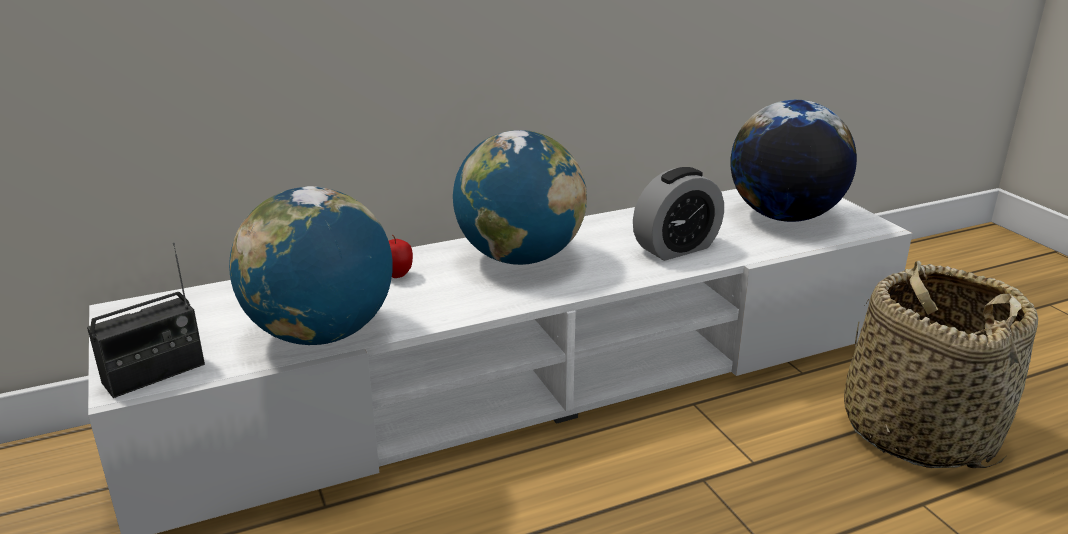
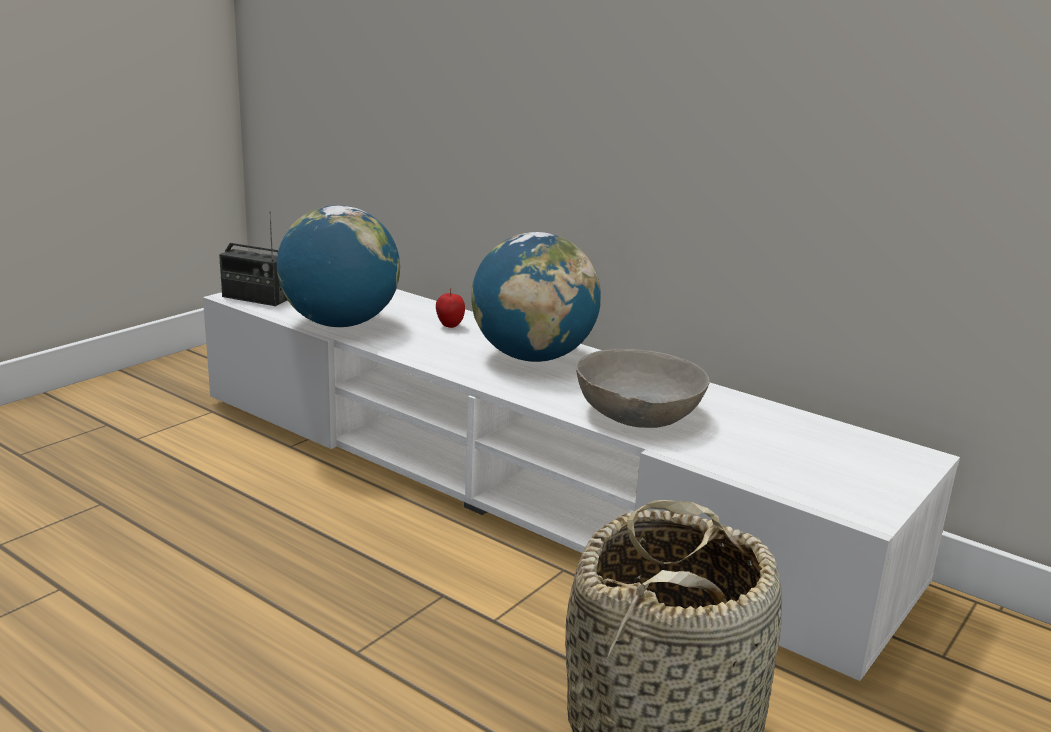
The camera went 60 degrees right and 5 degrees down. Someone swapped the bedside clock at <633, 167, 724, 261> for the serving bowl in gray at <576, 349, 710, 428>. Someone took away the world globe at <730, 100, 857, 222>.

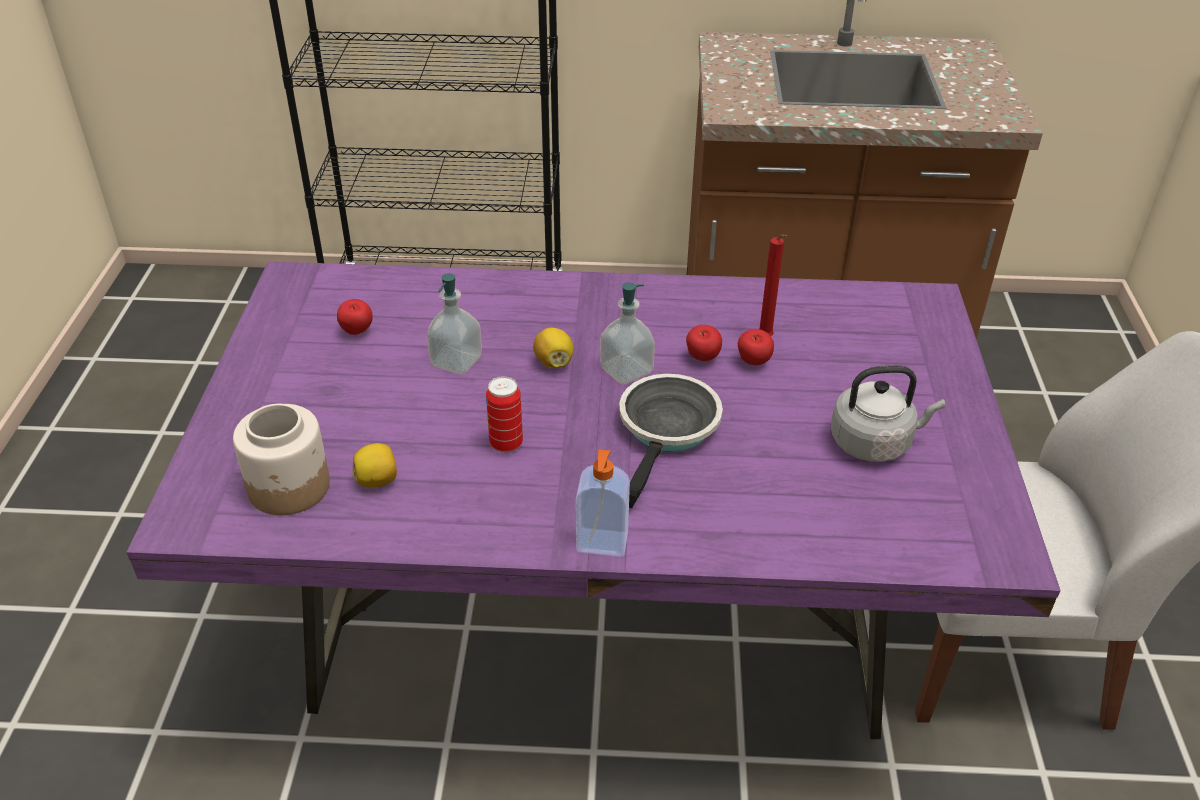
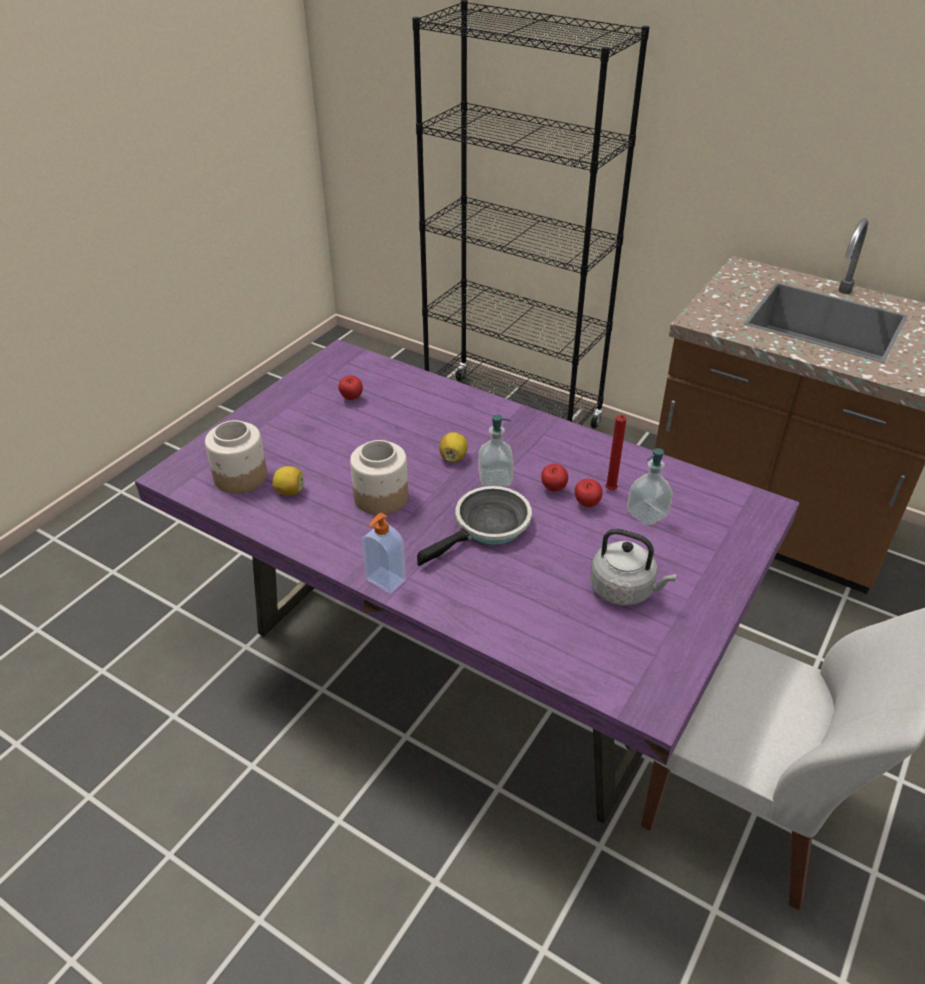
The camera went 30 degrees right and 0 degrees up. Someone carried the soap bottle from <427, 273, 482, 375> to <627, 448, 673, 525>. Someone swapped the metal can at <486, 376, 523, 453> for the jar at <350, 440, 408, 515>.

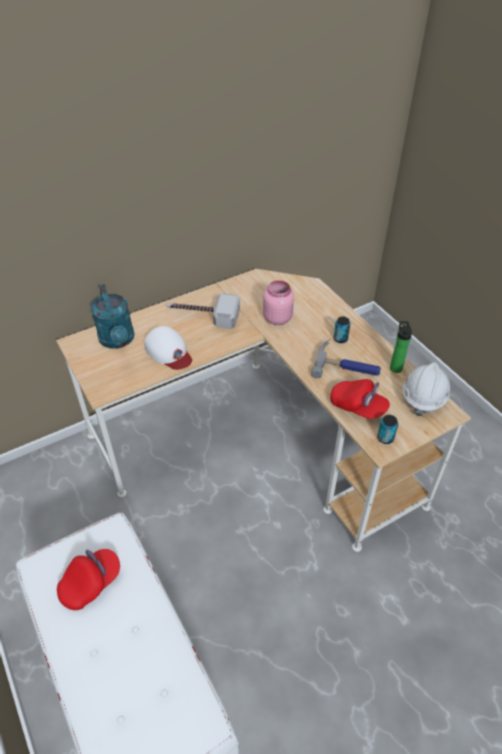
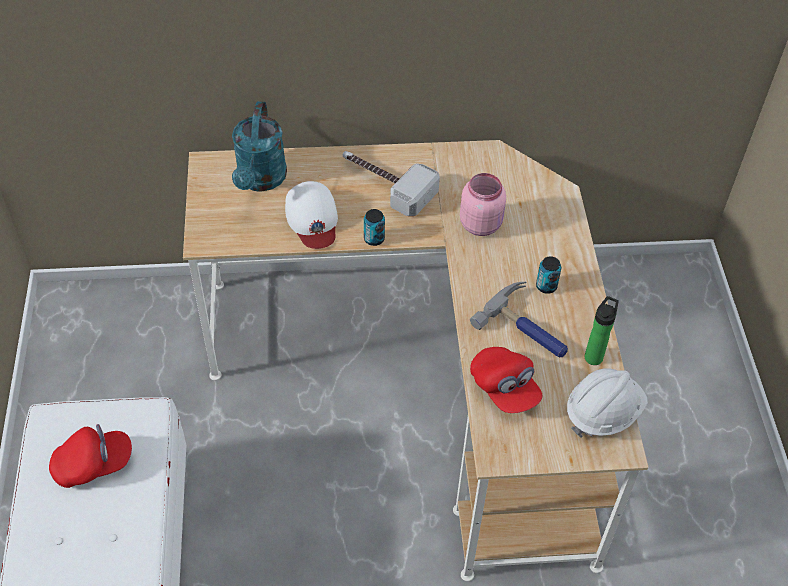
The camera went 25 degrees right and 5 degrees up. Someone carried the metal can from <377, 415, 398, 444> to <364, 209, 385, 246>.

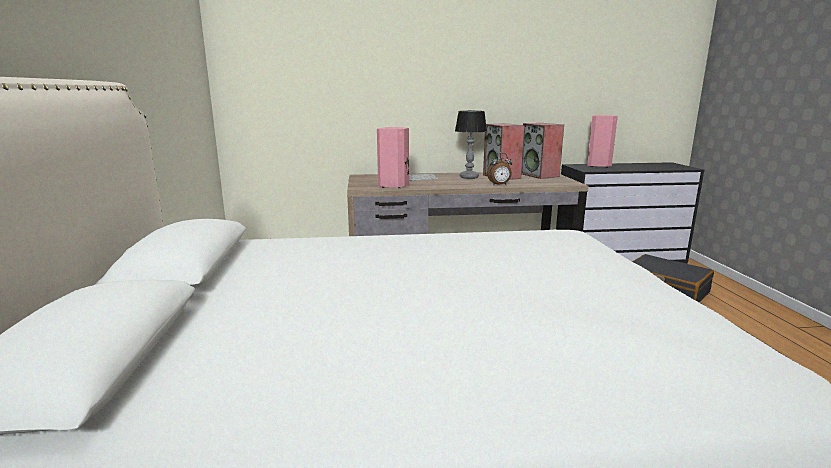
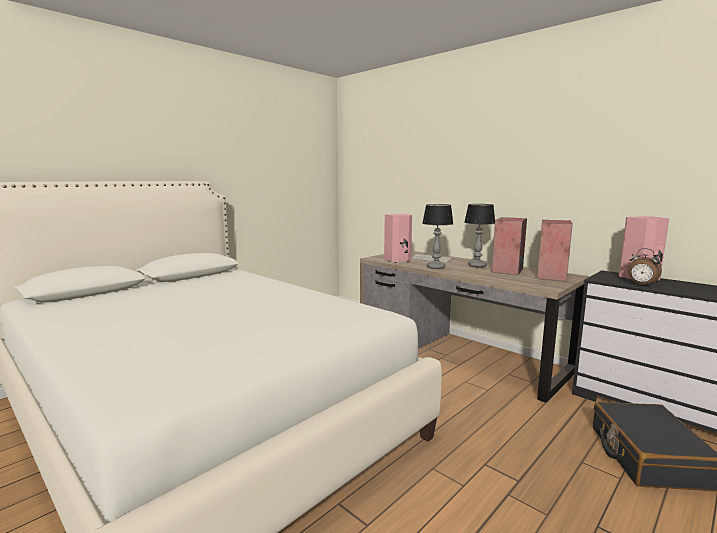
The camera went 50 degrees right and 5 degrees down. Someone carried the bedside clock from <487, 153, 512, 185> to <628, 248, 662, 287>. Someone put down the table lamp at <422, 204, 453, 269>.

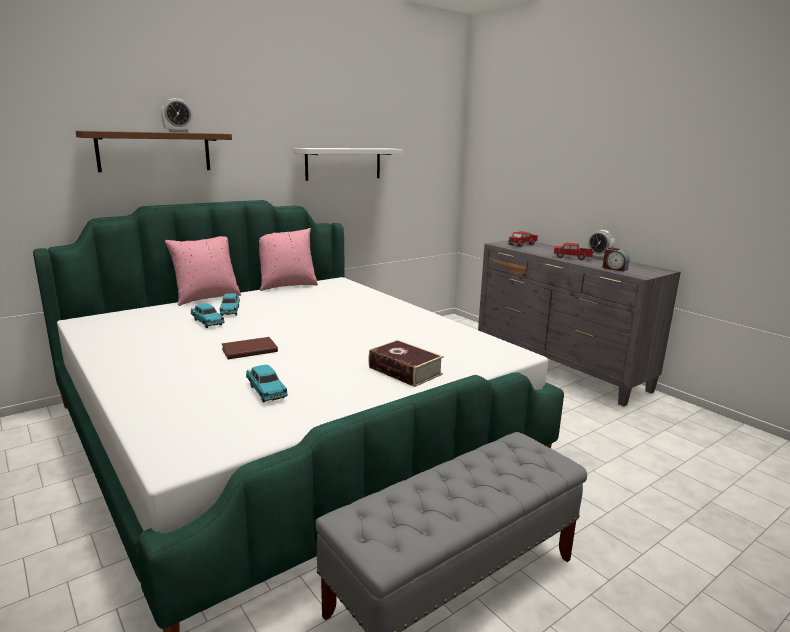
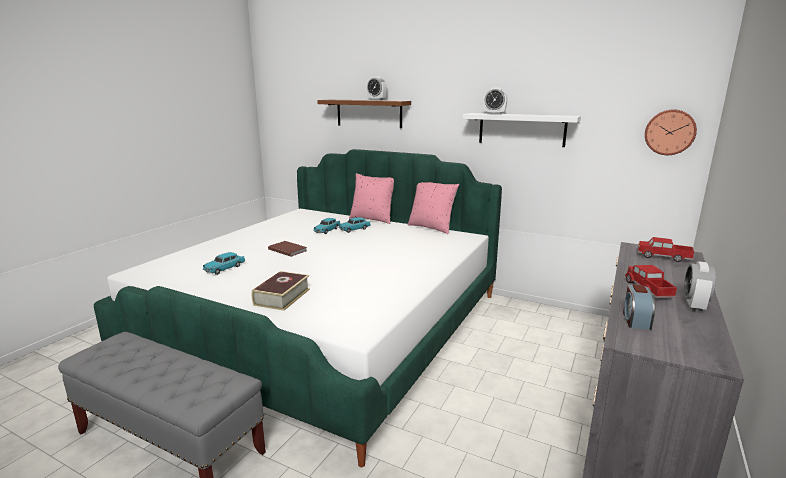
The camera went 65 degrees right and 0 degrees up. Someone put down the bedside clock at <483, 87, 507, 115>. Someone put up the clock on the wall at <645, 109, 697, 155>.

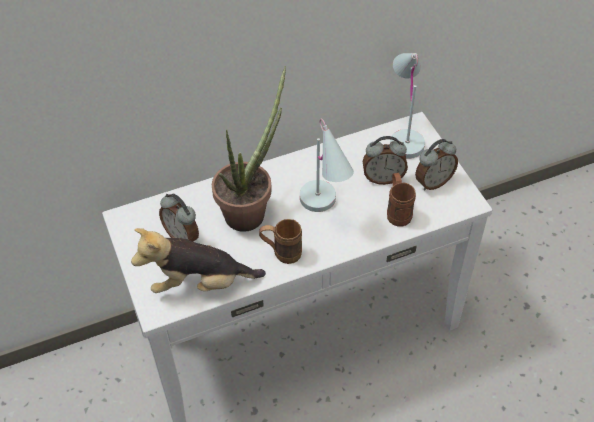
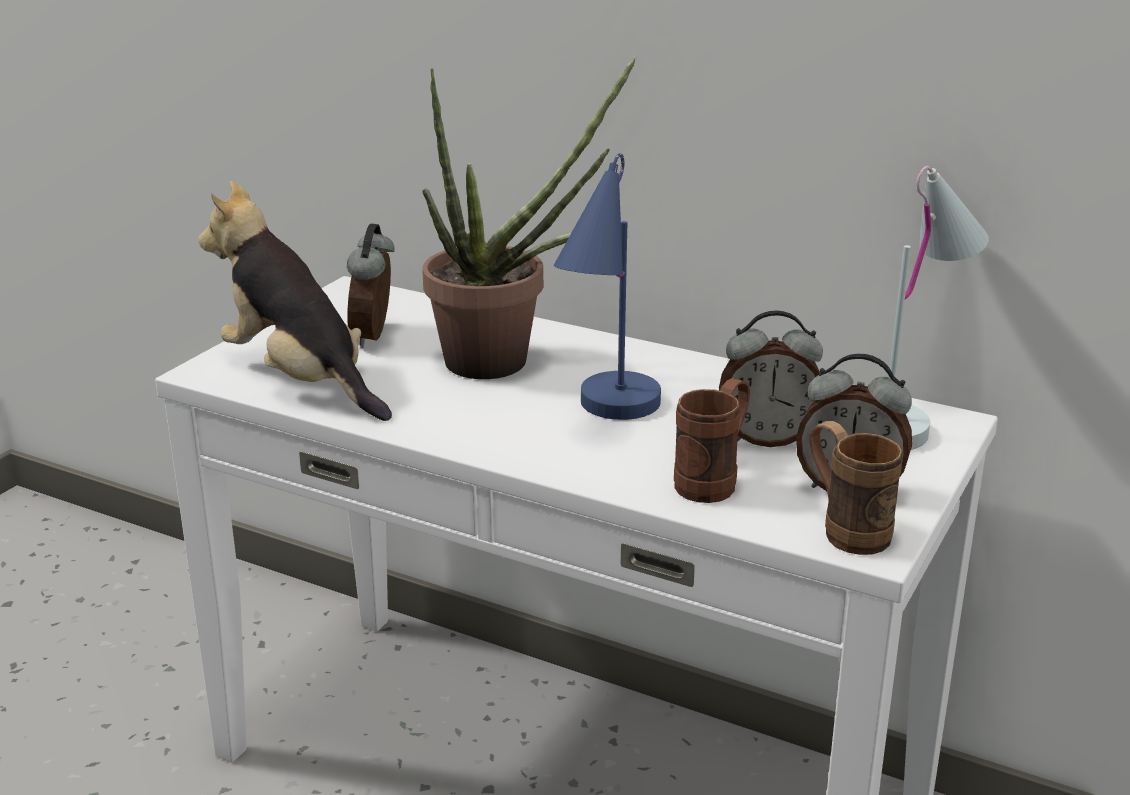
The camera went 50 degrees right and 25 degrees down. Someone carried the coffee mug in brownish from <259, 219, 302, 264> to <809, 421, 903, 555>. Someone repainted the table lamp in white at <300, 118, 354, 212>, which became the table lamp in blue at <554, 153, 661, 420>. Someone rotated the bedside clock at <362, 136, 408, 185> by 45 degrees counterclockwise.

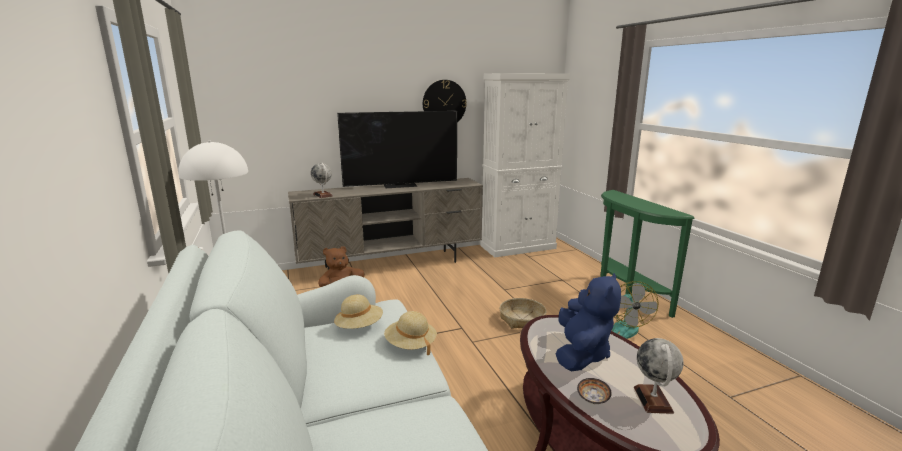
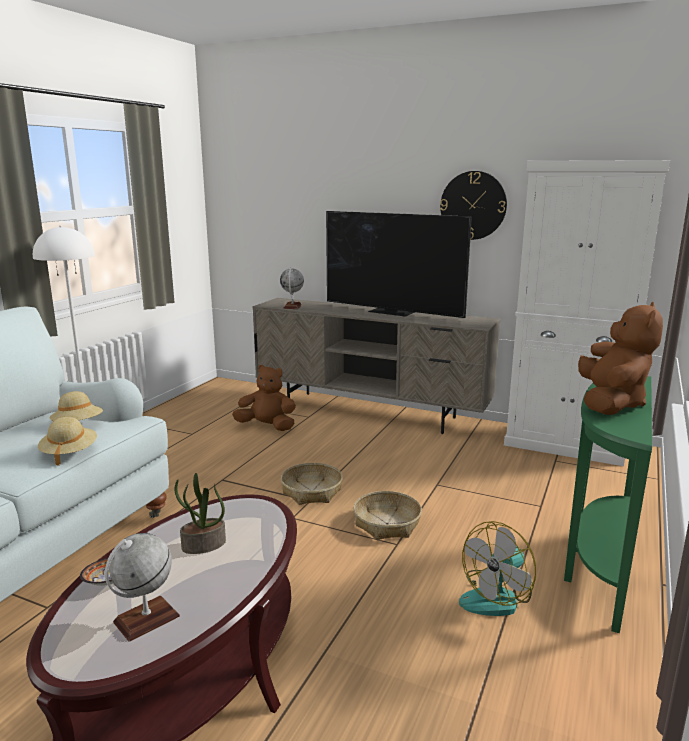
The camera went 45 degrees right and 0 degrees up. Someone swapped the soft toy in blue at <556, 273, 621, 371> for the plant in a pot at <175, 473, 226, 554>. Someone put down the storage basket at <281, 463, 343, 505>. Someone put down the soft toy in brownish at <578, 302, 663, 415>.

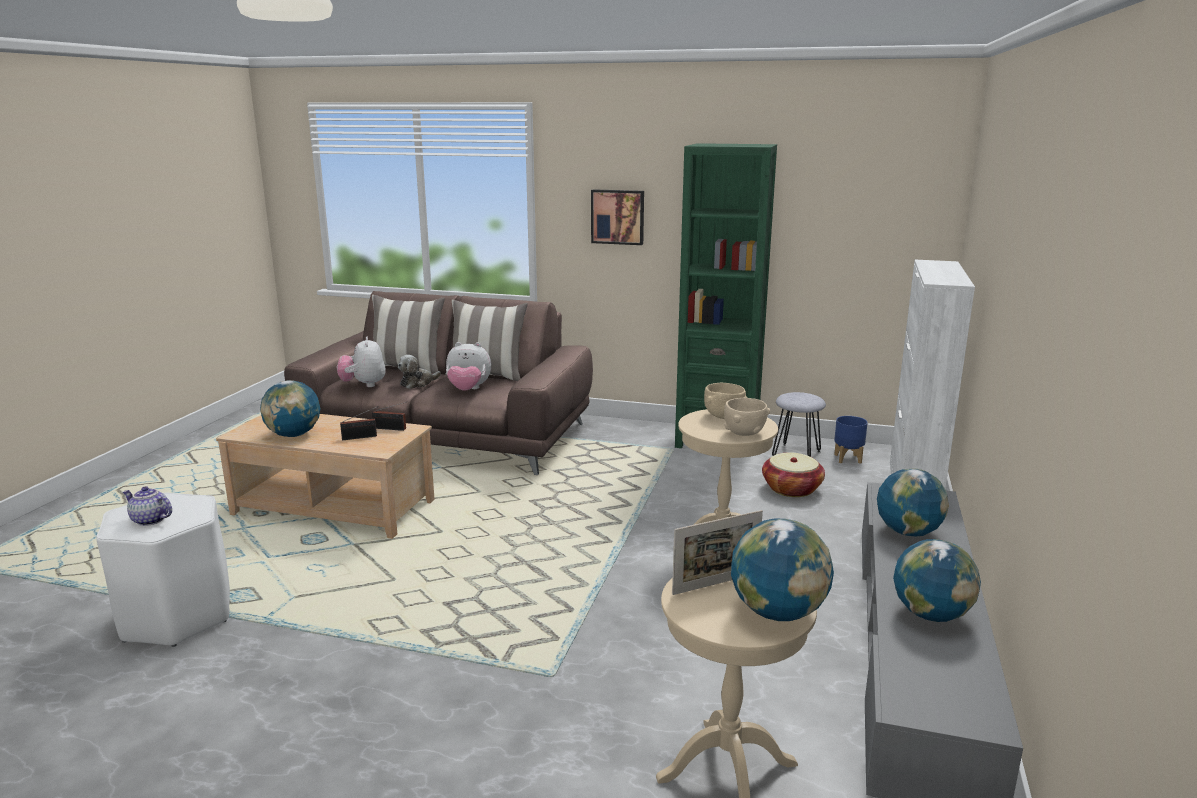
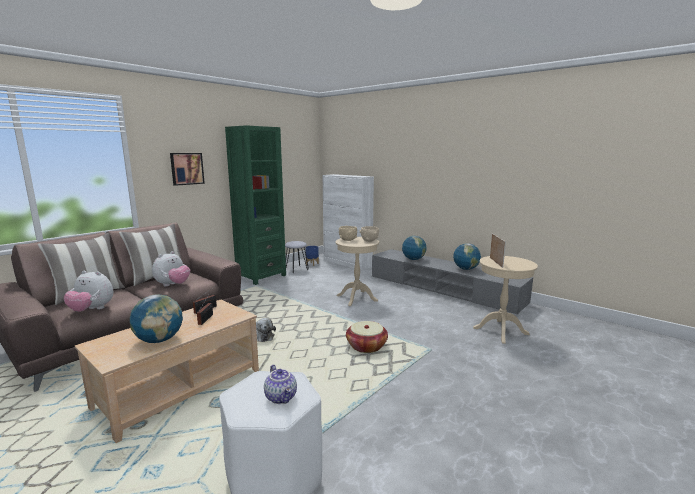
The camera went 65 degrees left and 5 degrees down. Someone rotated the teapot at <123, 486, 172, 526> by 75 degrees counterclockwise. Someone carried the soft toy from <398, 355, 441, 389> to <256, 318, 276, 342>. Someone took away the world globe at <731, 519, 834, 621>. Someone carried the storage basket from <762, 452, 825, 497> to <346, 321, 388, 353>.

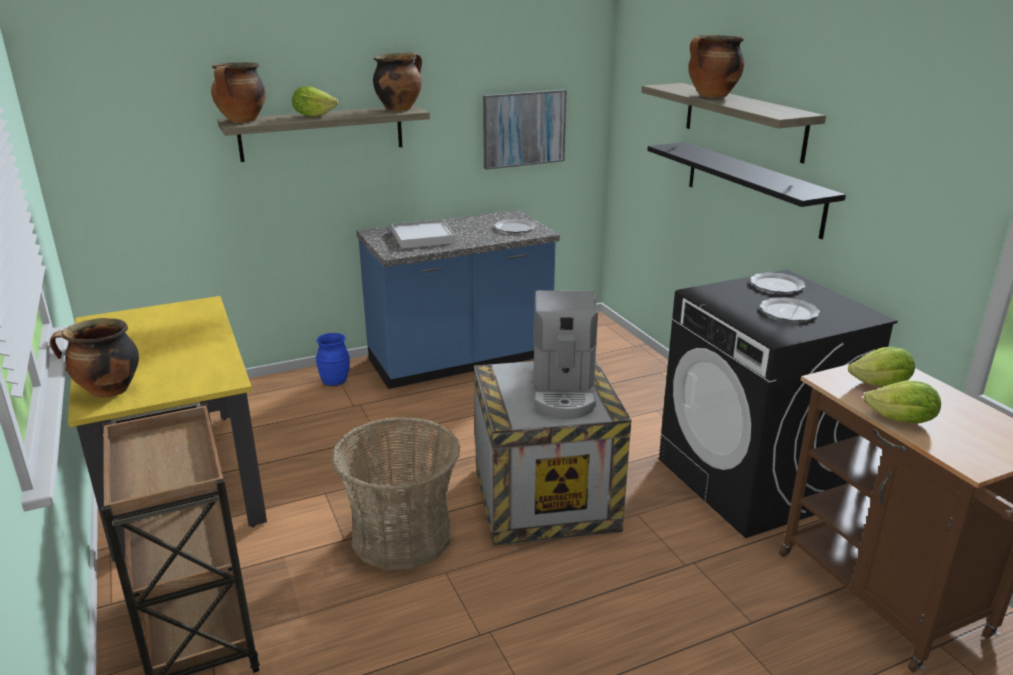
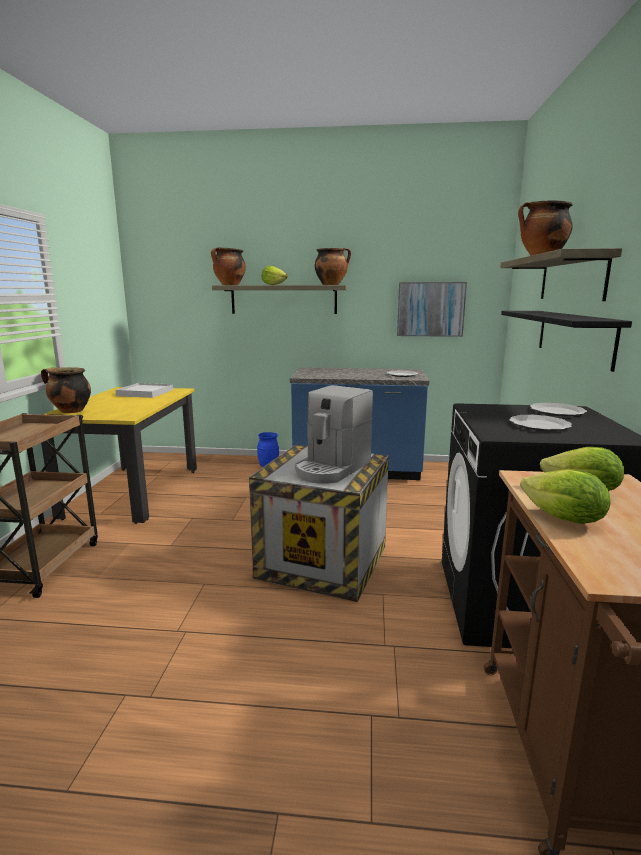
The camera went 30 degrees right and 10 degrees down. Someone took away the storage basket at <331, 417, 460, 570>. Someone carried the serving tray in white from <391, 219, 456, 248> to <116, 383, 173, 398>.

